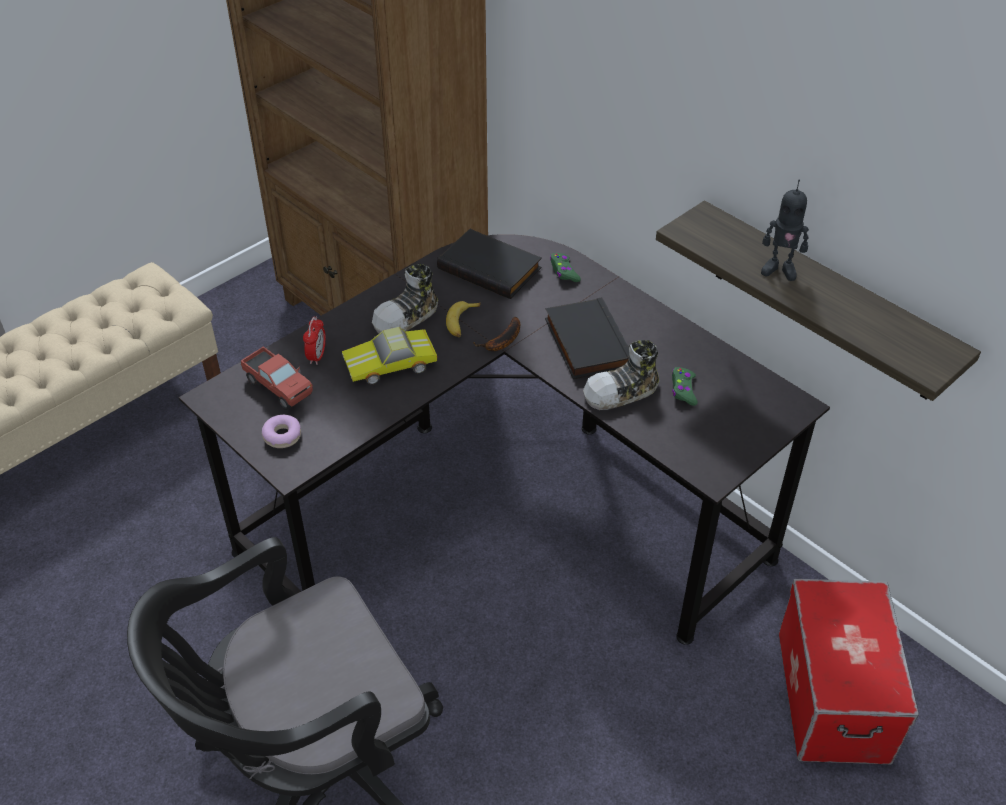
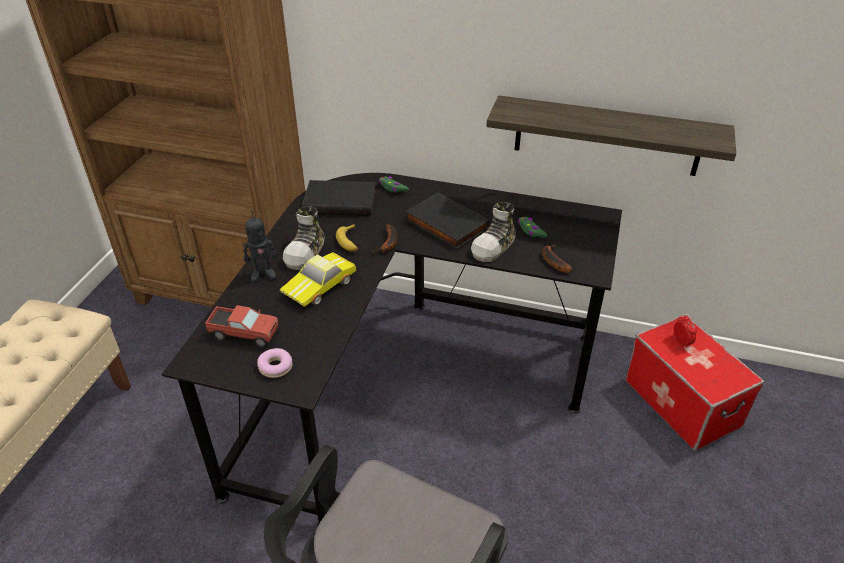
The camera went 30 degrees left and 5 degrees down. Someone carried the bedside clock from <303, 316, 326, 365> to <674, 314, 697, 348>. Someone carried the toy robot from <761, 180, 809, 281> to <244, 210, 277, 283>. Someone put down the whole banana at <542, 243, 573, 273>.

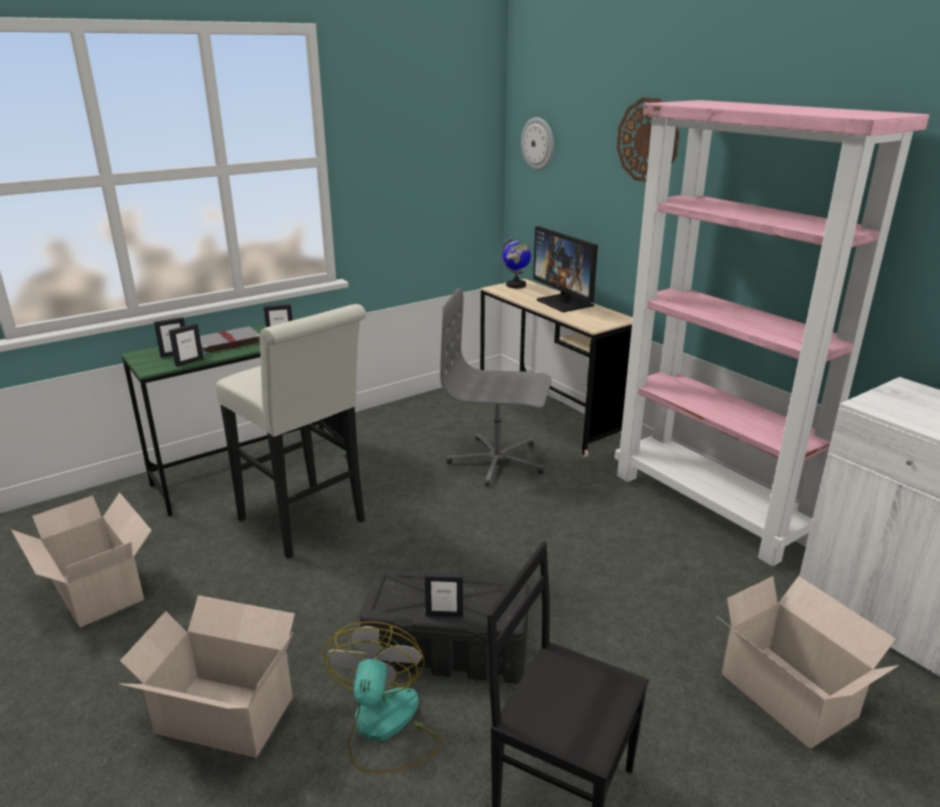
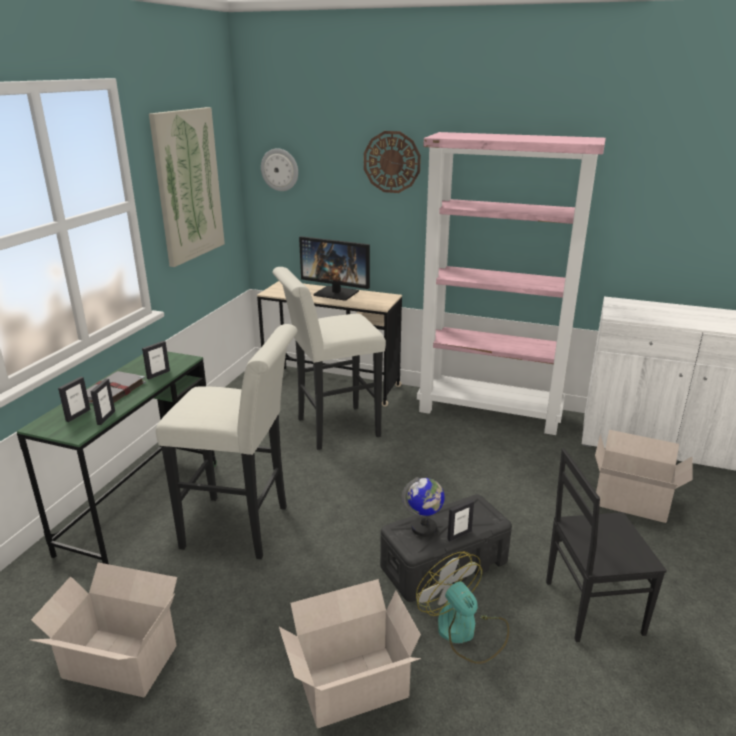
The camera went 35 degrees left and 0 degrees up. Someone swapped the computer chair in gray at <440, 288, 552, 486> for the sitting stool in white at <272, 267, 386, 450>. Someone carried the world globe from <501, 237, 531, 288> to <401, 477, 445, 537>. Someone put up the picture at <149, 107, 225, 267>.

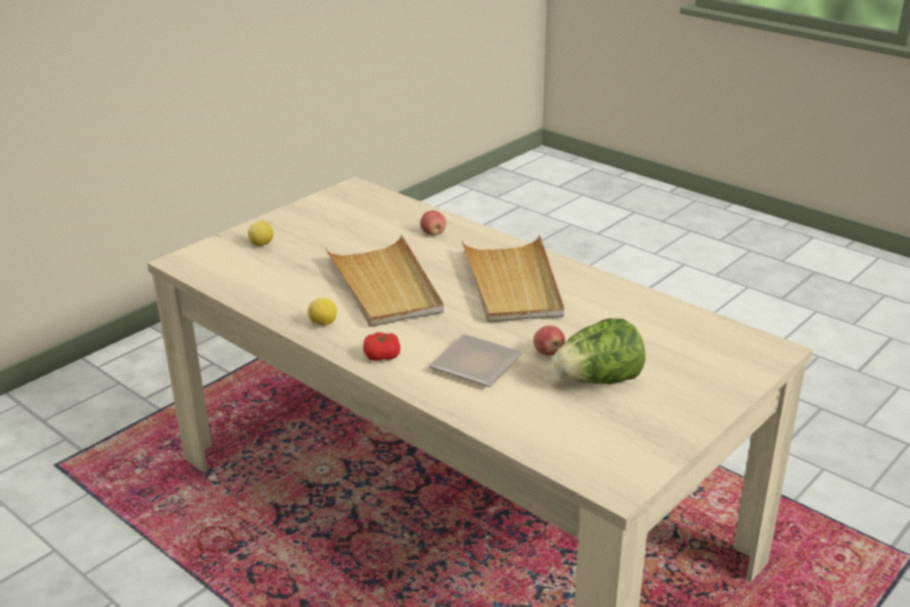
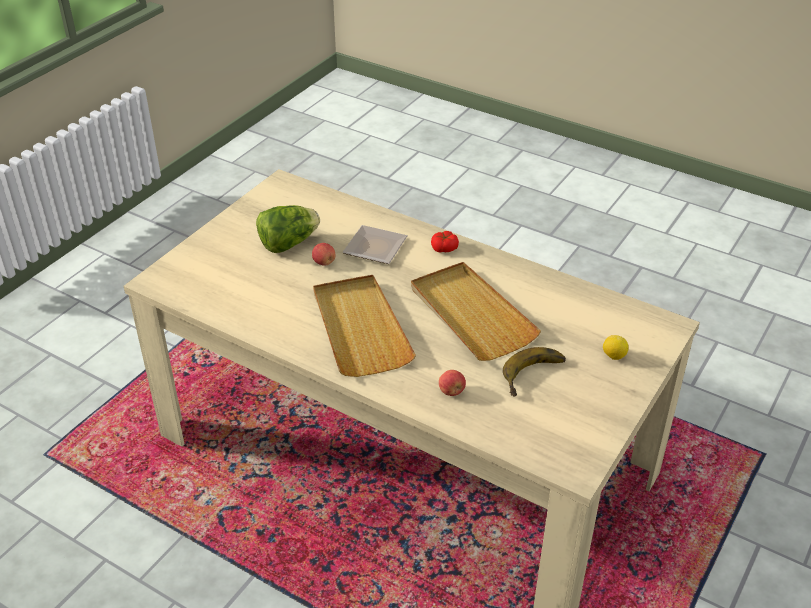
The camera went 170 degrees right and 10 degrees up. Someone took away the lemon at <308, 298, 337, 325>. Someone put down the whole banana at <503, 347, 566, 396>.

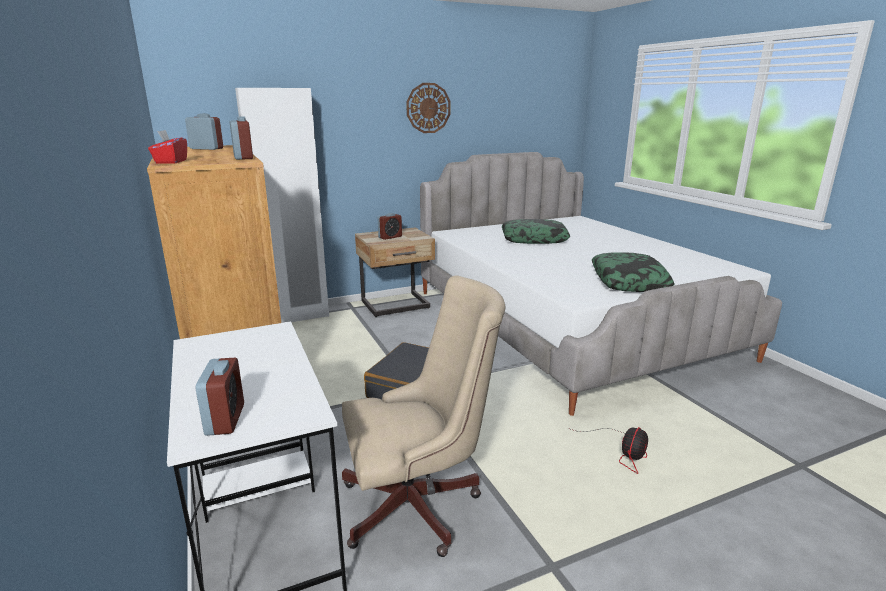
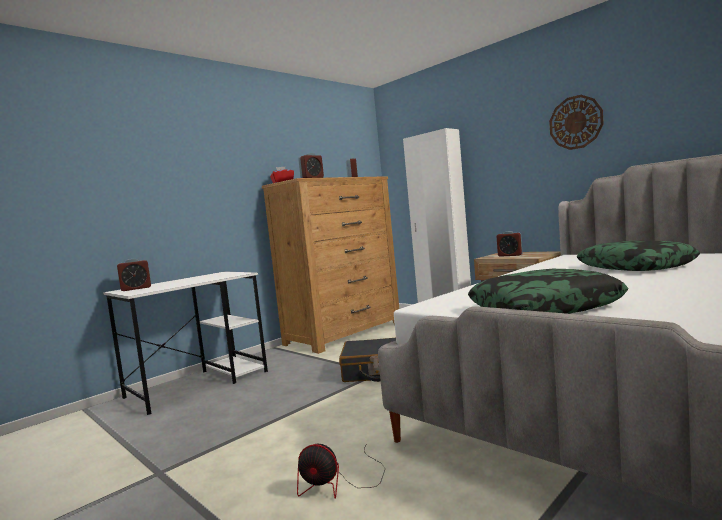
The camera went 70 degrees right and 15 degrees down. Someone took away the computer chair in beige-coloured at <342, 276, 506, 557>.

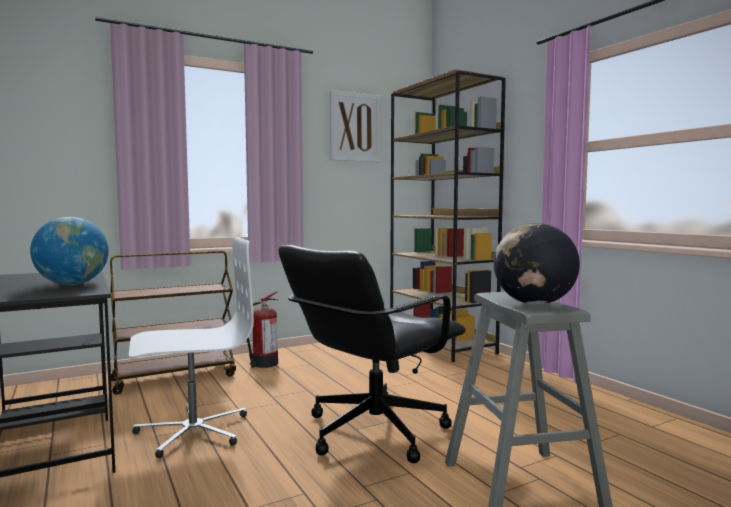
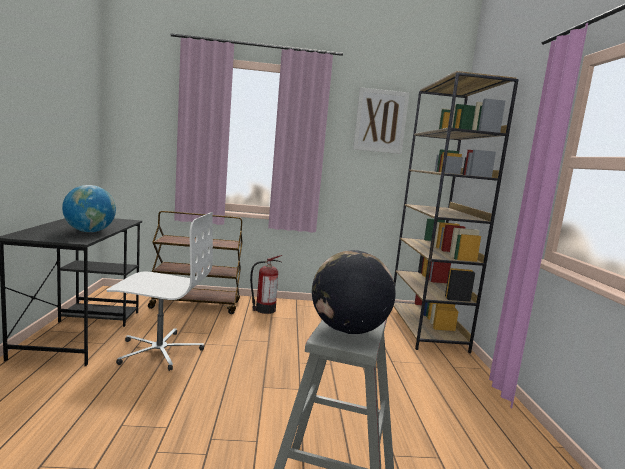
The camera went 25 degrees right and 5 degrees up. Someone took away the computer chair in black-coloured at <278, 245, 466, 463>.

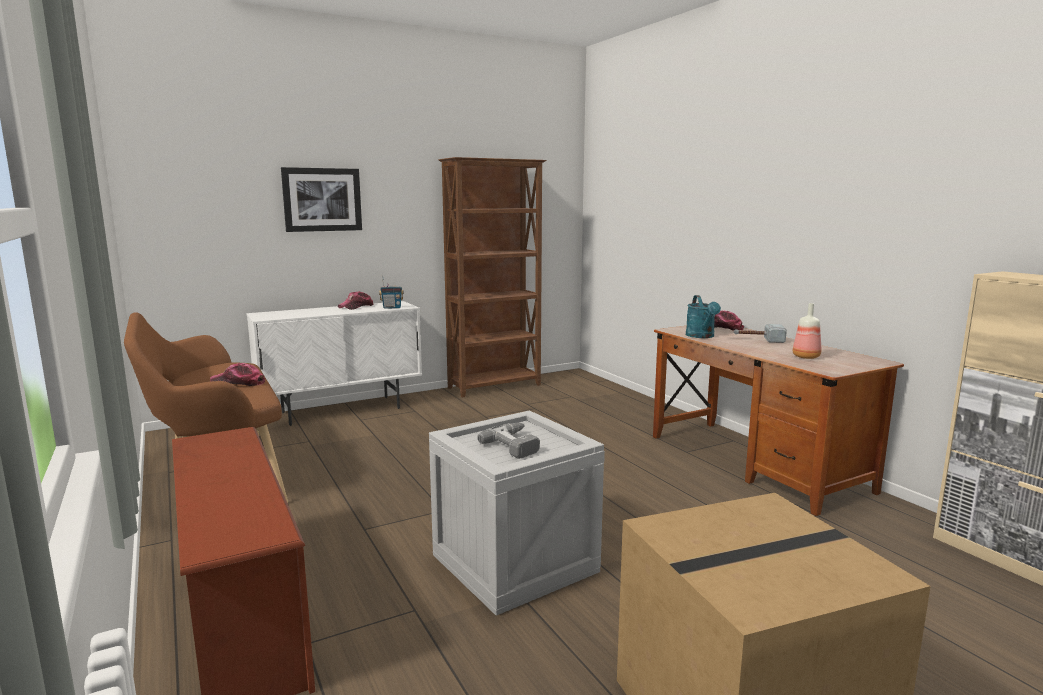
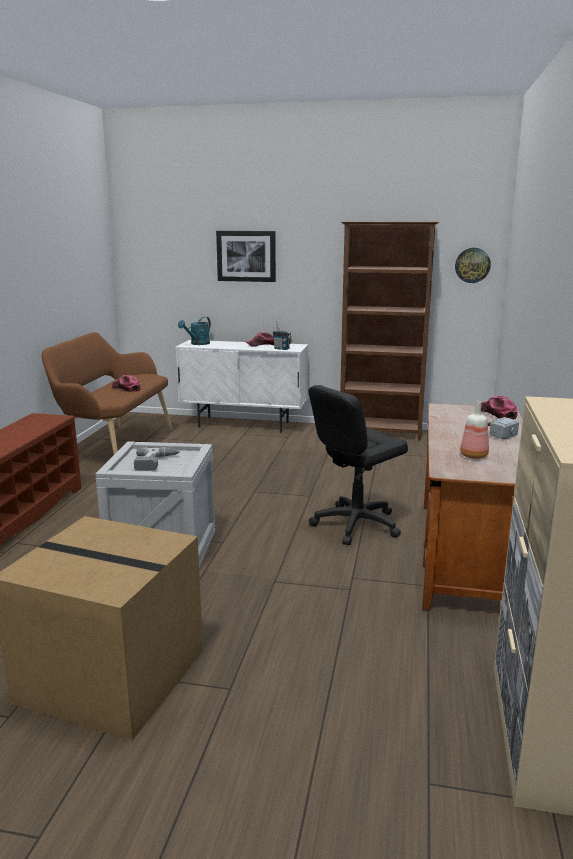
The camera went 40 degrees right and 5 degrees up. Someone carried the sprinkling can in turquoise from <686, 295, 721, 338> to <178, 317, 211, 345>. Someone put down the computer chair in black-coloured at <308, 385, 408, 545>. Someone put up the clock on the wall at <455, 248, 491, 283>.

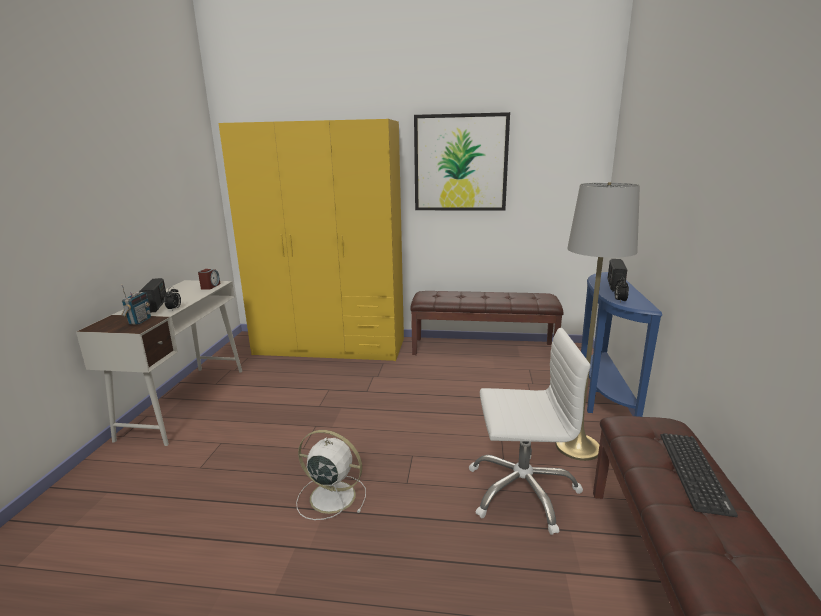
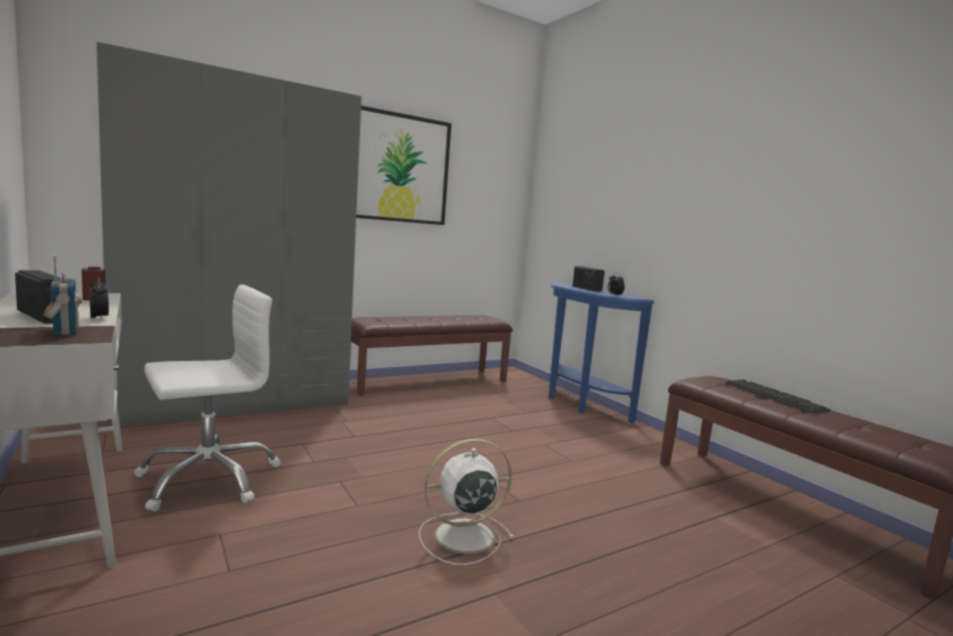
The camera went 40 degrees left and 10 degrees down. Someone repainted the clothes cupboard in yellow-coloured at <218, 119, 404, 361>, which became the clothes cupboard in gray at <97, 42, 362, 427>. Someone carried the computer chair in white from <469, 328, 591, 535> to <134, 285, 281, 512>. Someone took away the standing lamp in gray at <555, 182, 640, 461>.

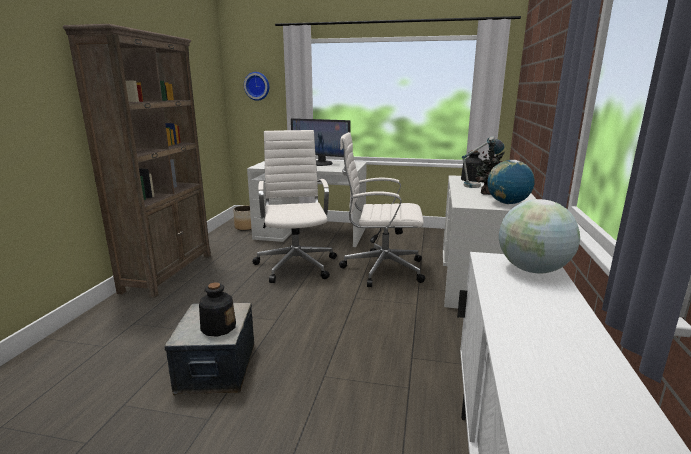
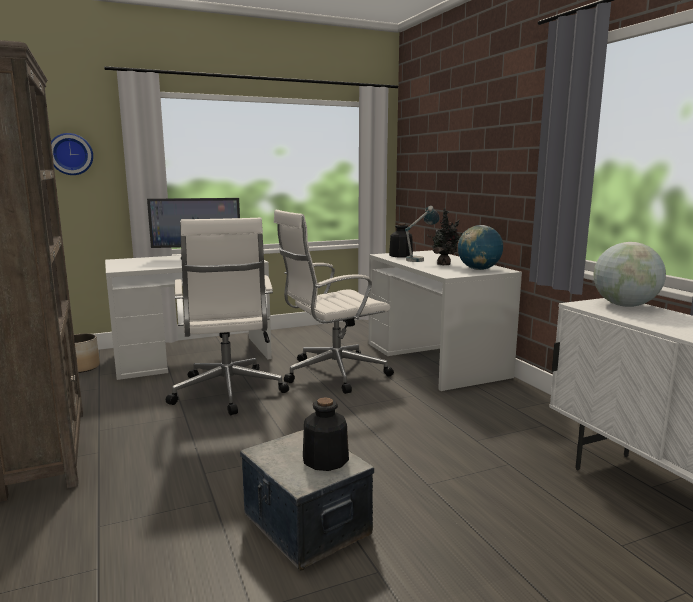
The camera went 35 degrees left and 5 degrees down. Someone rotated the computer chair in white at <253, 130, 337, 283> by 150 degrees counterclockwise.

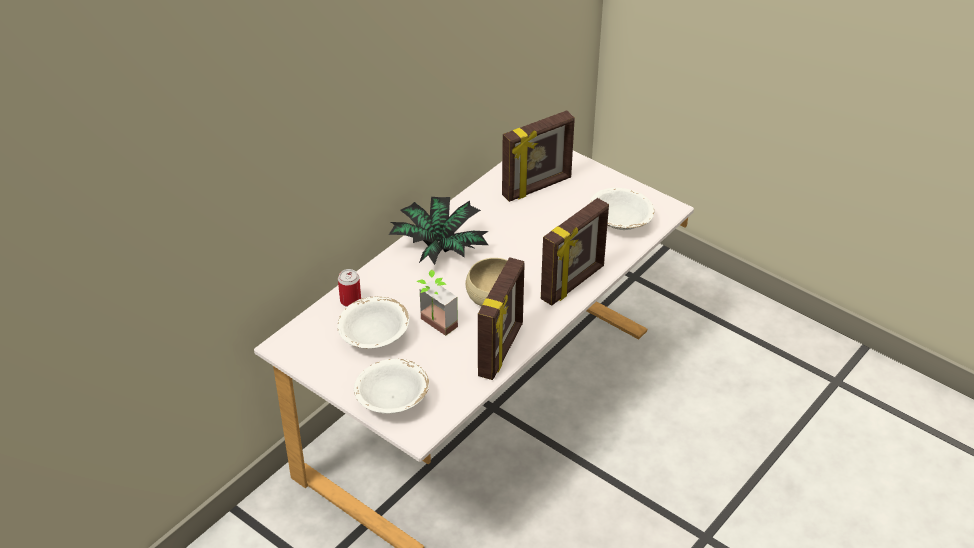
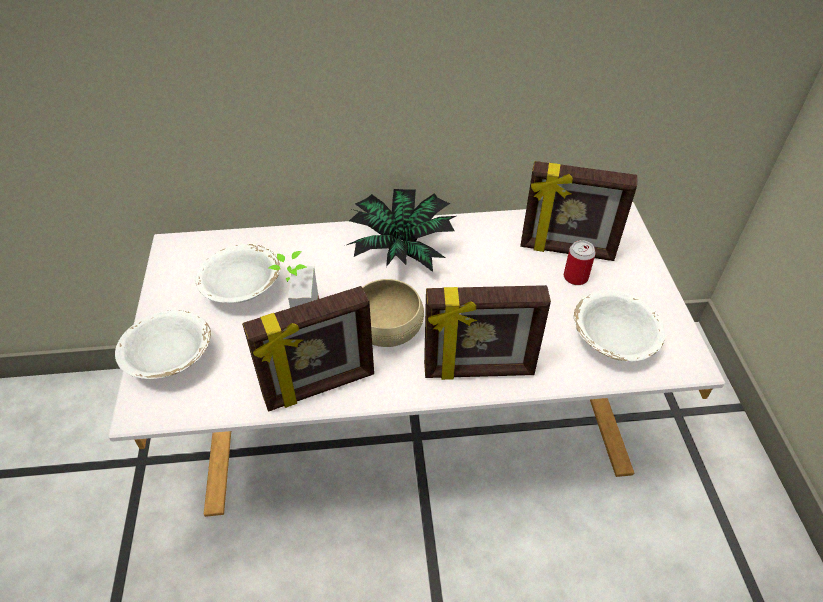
The camera went 45 degrees right and 5 degrees up. Someone carried the metal can from <338, 269, 361, 307> to <564, 240, 596, 285>.

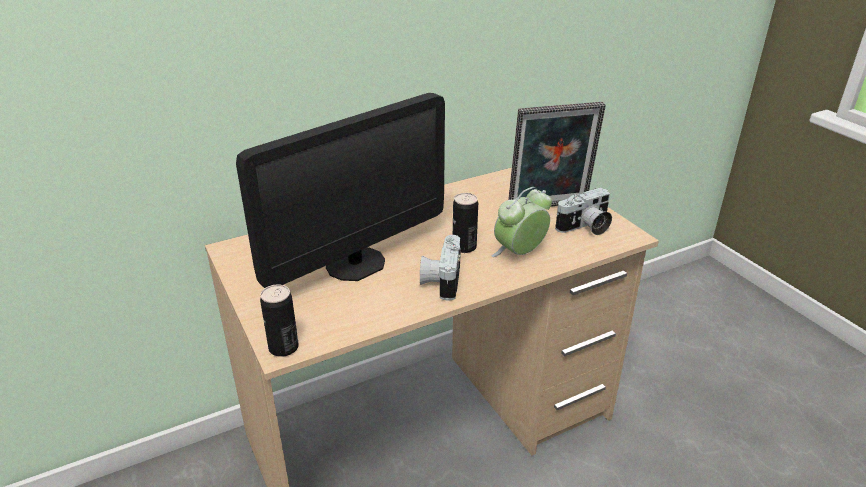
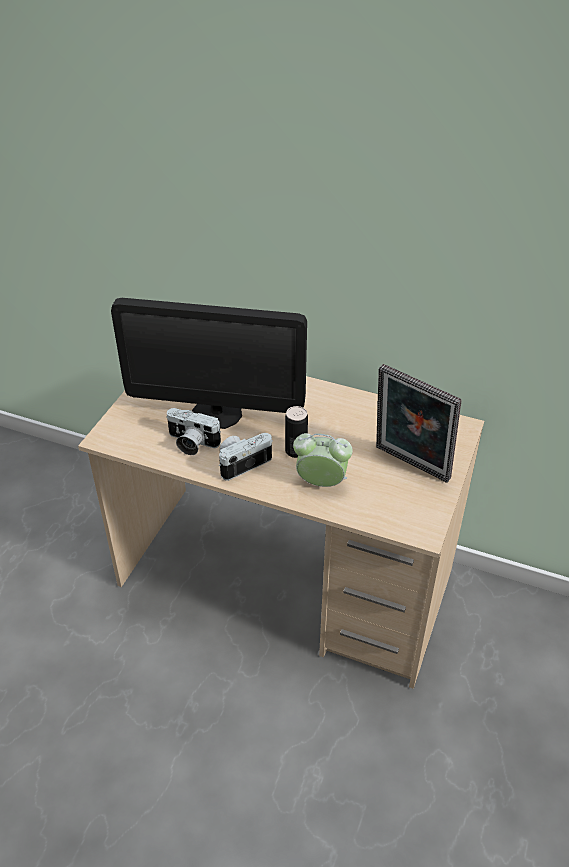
The camera went 50 degrees right and 10 degrees up. Someone took away the metal can at <260, 284, 299, 357>. Someone carried the photo camera from <555, 187, 612, 235> to <166, 408, 221, 455>.

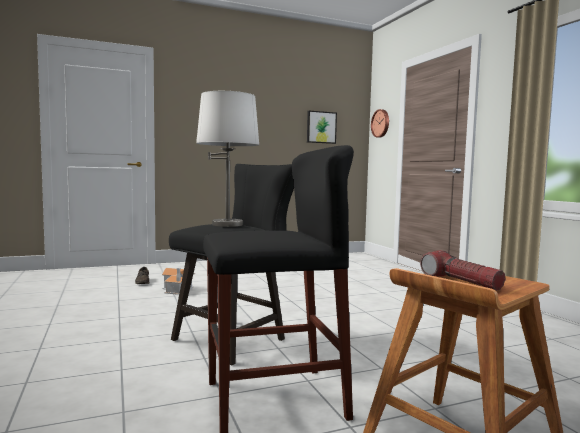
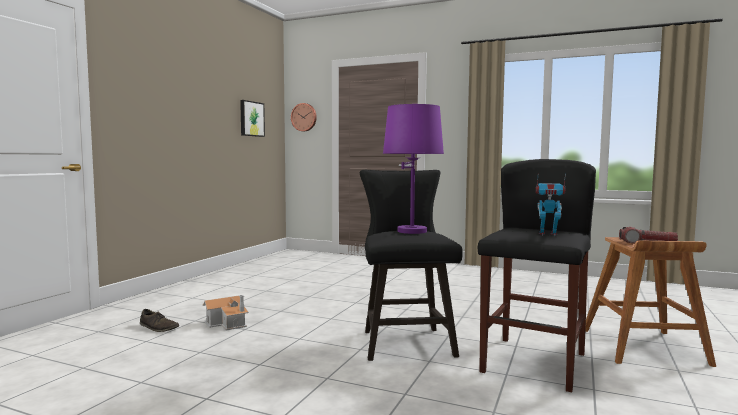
The camera went 45 degrees left and 0 degrees up. Someone repainted the table lamp in white at <196, 91, 259, 227>, which became the table lamp in purple-coloured at <383, 104, 444, 234>. Someone put down the toy robot at <536, 174, 566, 236>.

